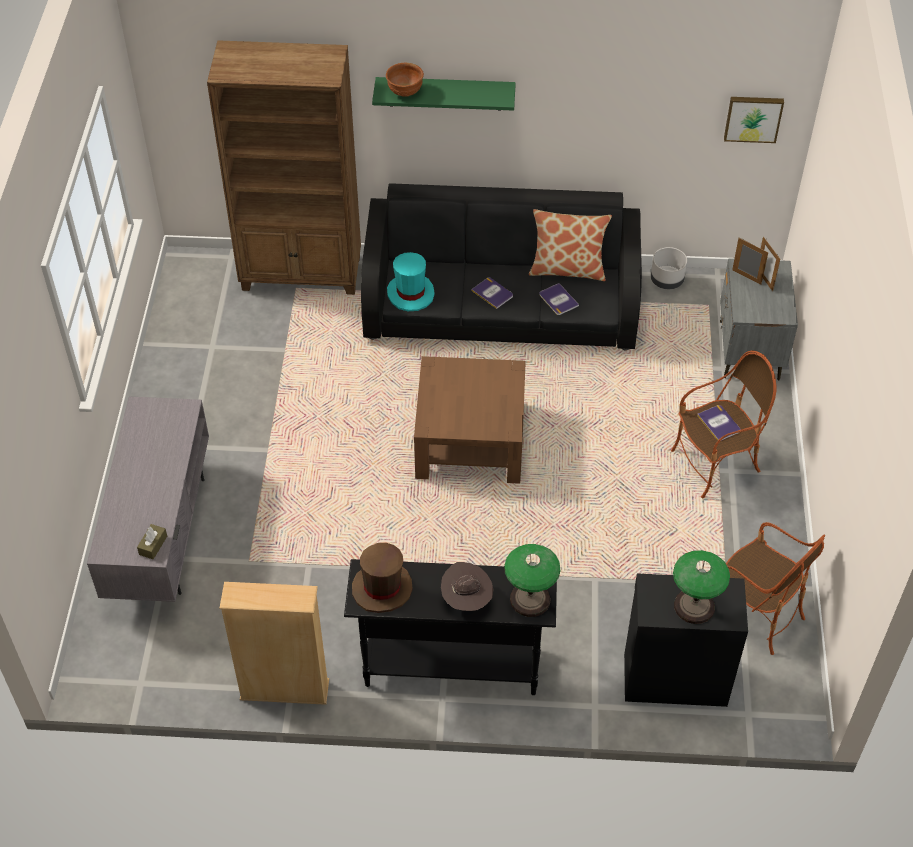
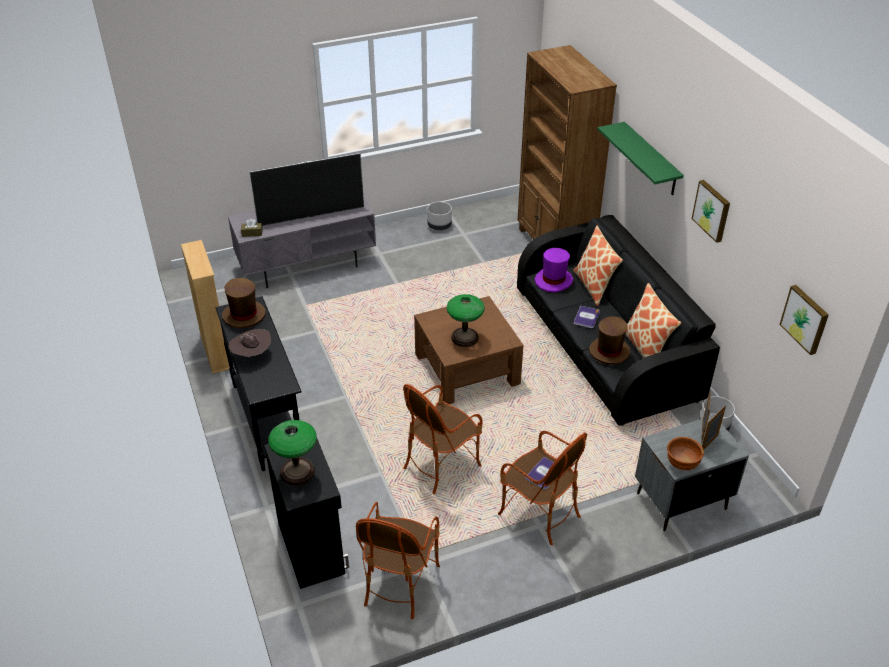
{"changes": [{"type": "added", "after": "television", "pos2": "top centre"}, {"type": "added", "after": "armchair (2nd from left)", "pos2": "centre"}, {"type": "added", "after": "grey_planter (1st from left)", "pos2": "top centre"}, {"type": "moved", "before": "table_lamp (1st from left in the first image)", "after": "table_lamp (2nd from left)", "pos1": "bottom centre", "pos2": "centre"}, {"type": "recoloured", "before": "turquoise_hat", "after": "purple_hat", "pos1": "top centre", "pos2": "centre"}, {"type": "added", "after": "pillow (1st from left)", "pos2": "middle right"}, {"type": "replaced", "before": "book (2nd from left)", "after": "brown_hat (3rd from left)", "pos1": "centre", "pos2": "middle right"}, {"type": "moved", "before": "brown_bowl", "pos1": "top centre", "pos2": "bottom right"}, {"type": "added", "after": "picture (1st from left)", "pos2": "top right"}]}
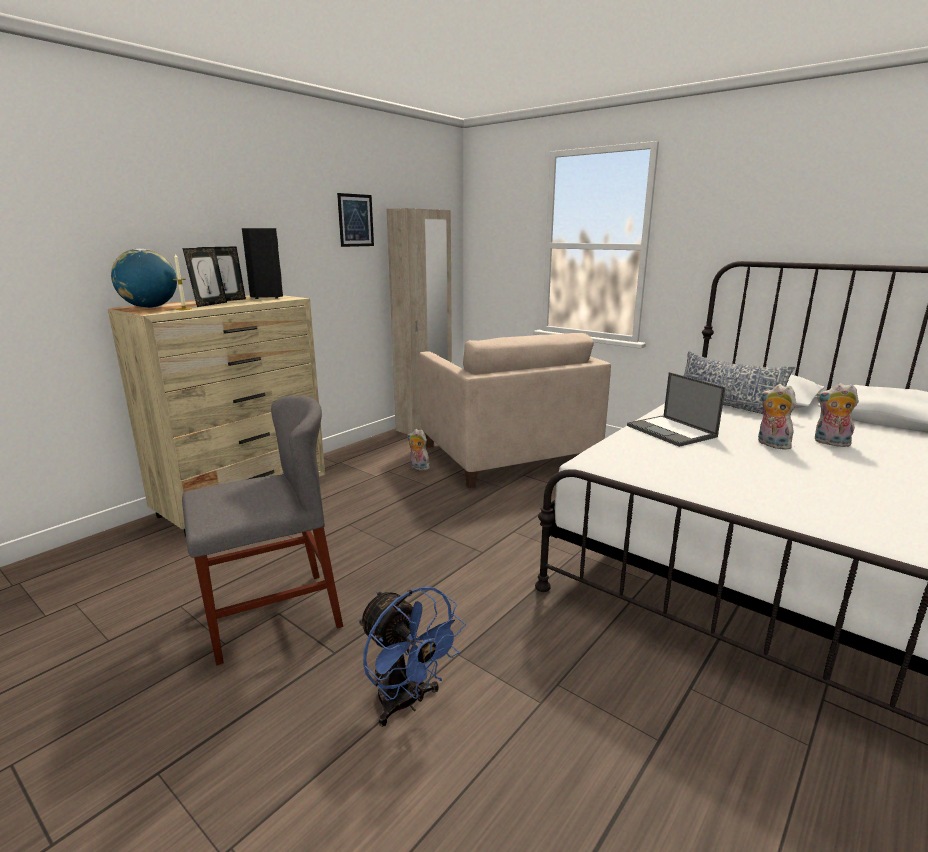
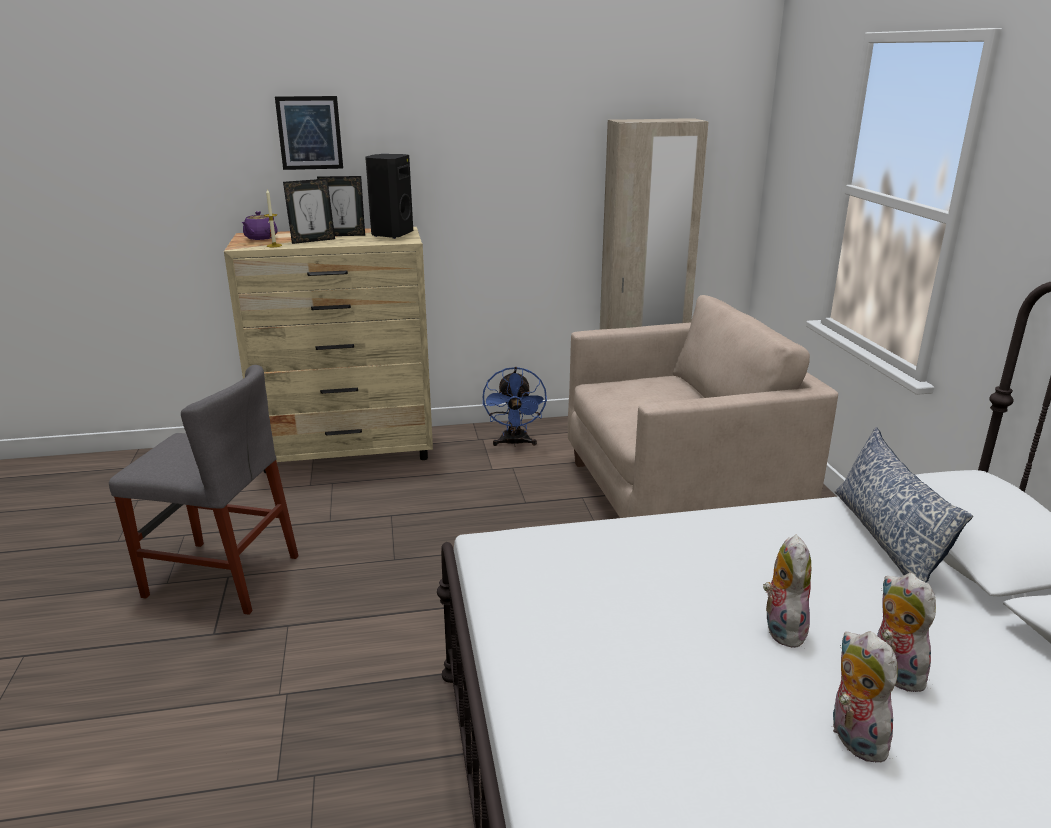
{"changes": [{"type": "replaced", "before": "globe", "after": "purple_teapot", "pos1": "top left", "pos2": "top left"}, {"type": "moved", "before": "picture", "pos1": "top centre", "pos2": "top left"}, {"type": "moved", "before": "blue_fan", "pos1": "bottom centre", "pos2": "centre"}, {"type": "turned", "before": "beige_armchair", "pos1": "centre", "pos2": "middle right", "turn": -120}, {"type": "moved", "before": "plush_toy (1st from left in the first image)", "after": "plush_toy (2nd from left)", "pos1": "centre", "pos2": "bottom right"}, {"type": "removed", "before": "laptop", "pos1": "middle right"}]}
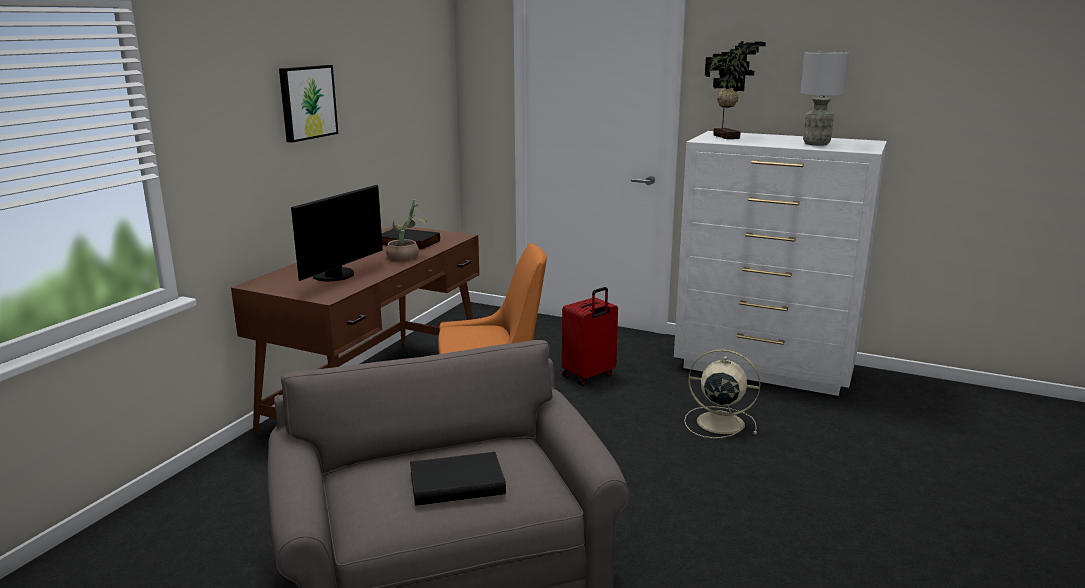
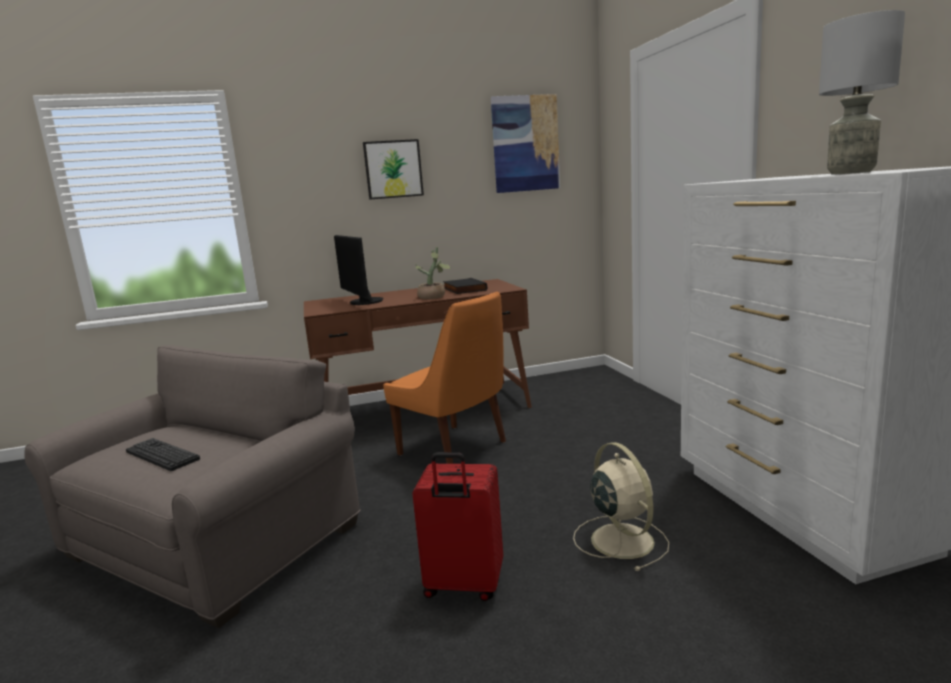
{"changes": [{"type": "replaced", "before": "black_book (2nd from left)", "after": "keyboard", "pos1": "bottom centre", "pos2": "middle left"}, {"type": "turned", "before": "monitor", "pos1": "middle left", "pos2": "centre", "turn": 75}, {"type": "moved", "before": "red_suitcase", "pos1": "centre", "pos2": "bottom centre"}, {"type": "added", "after": "picture (2nd from left)", "pos2": "top centre"}, {"type": "removed", "before": "potted_plant (2nd from left)", "pos1": "top right"}]}
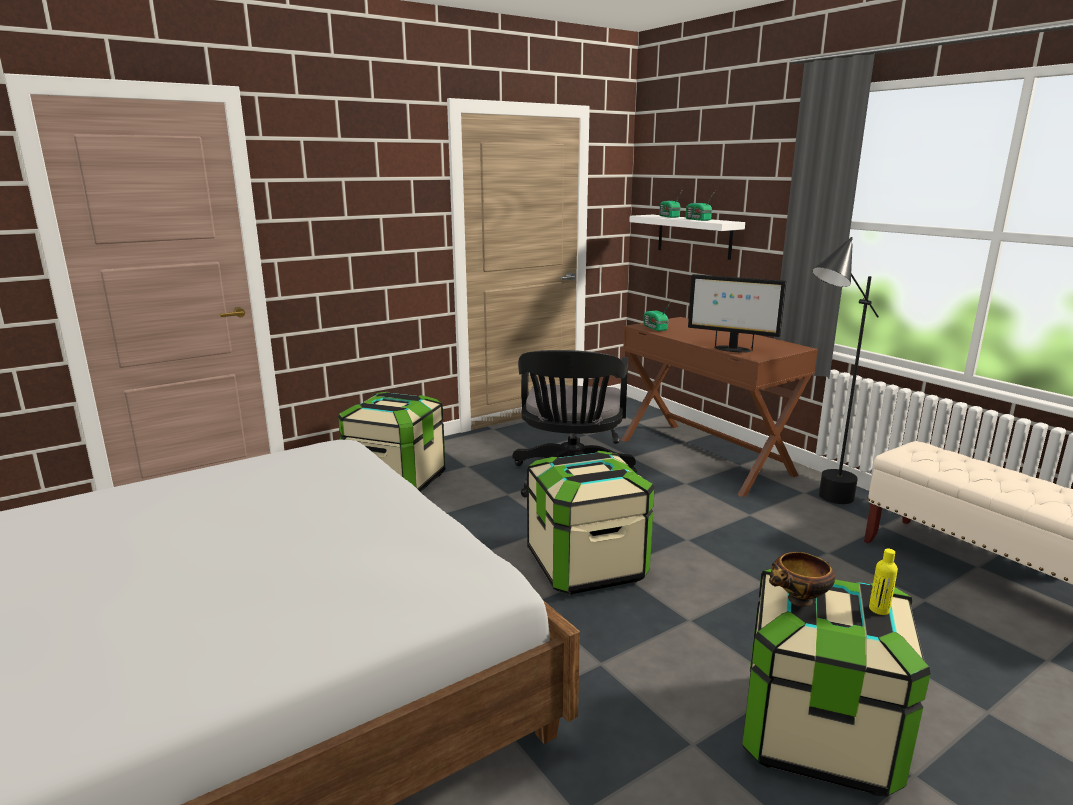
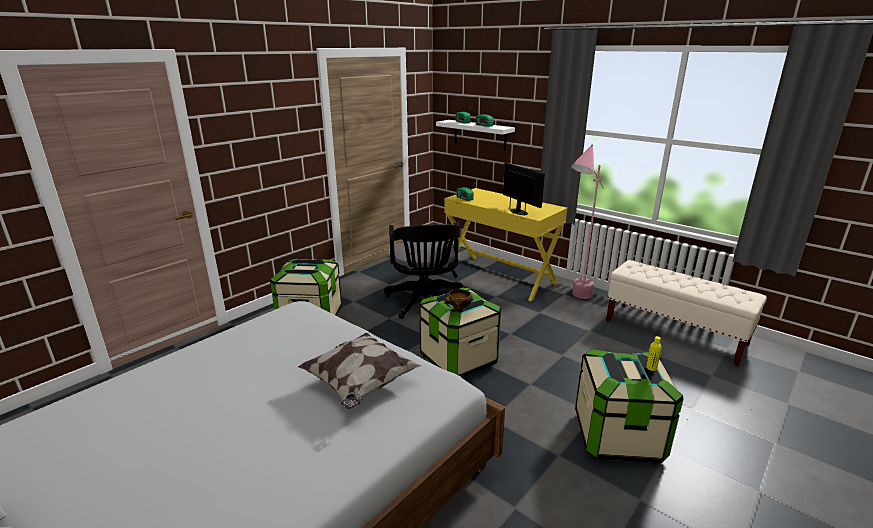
{"changes": [{"type": "added", "after": "pillow", "pos2": "bottom centre"}, {"type": "recoloured", "before": "brown_desk", "after": "yellow_desk", "pos1": "middle right", "pos2": "centre"}, {"type": "moved", "before": "bowl", "pos1": "bottom right", "pos2": "centre"}, {"type": "turned", "before": "monitor", "pos1": "middle right", "pos2": "centre", "turn": -135}, {"type": "recoloured", "before": "black_floor_lamp", "after": "pink_floor_lamp", "pos1": "middle right", "pos2": "middle right"}]}
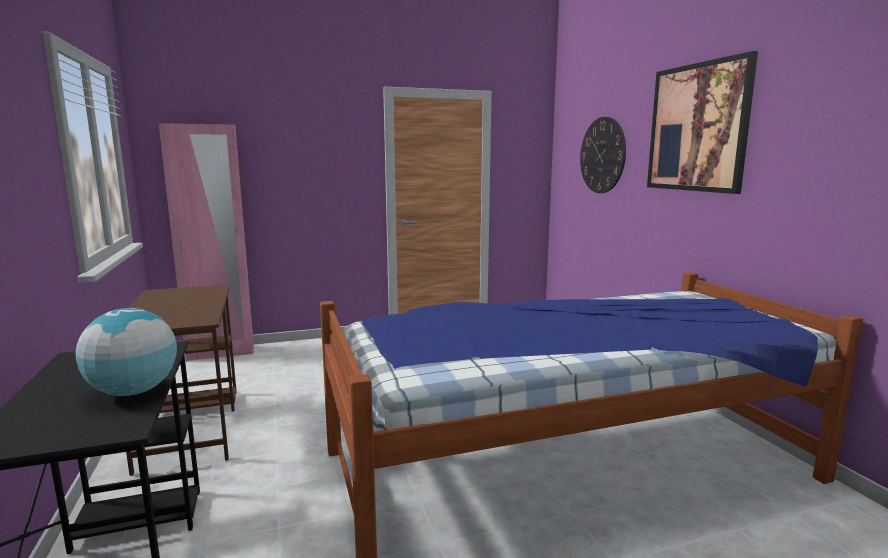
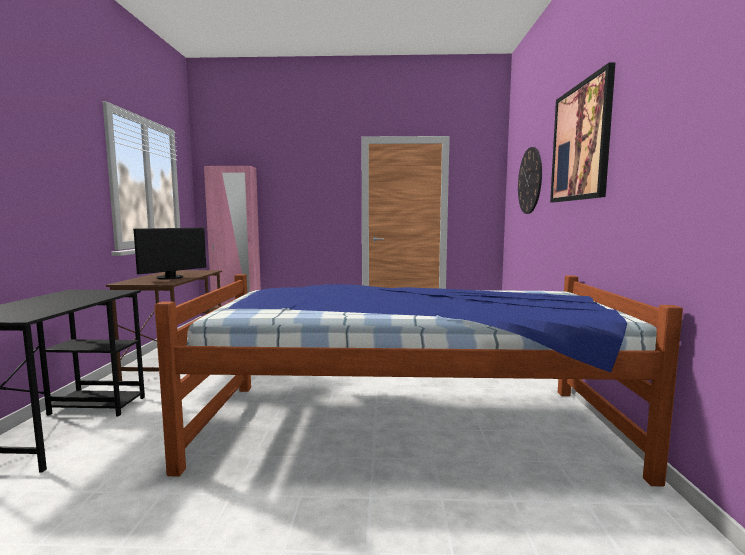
{"changes": [{"type": "added", "after": "monitor", "pos2": "middle left"}, {"type": "removed", "before": "globe", "pos1": "middle left"}]}
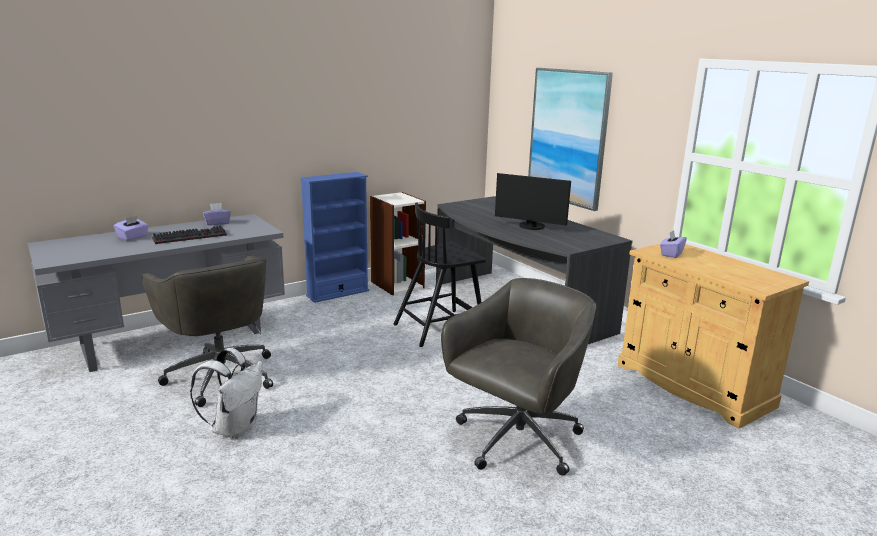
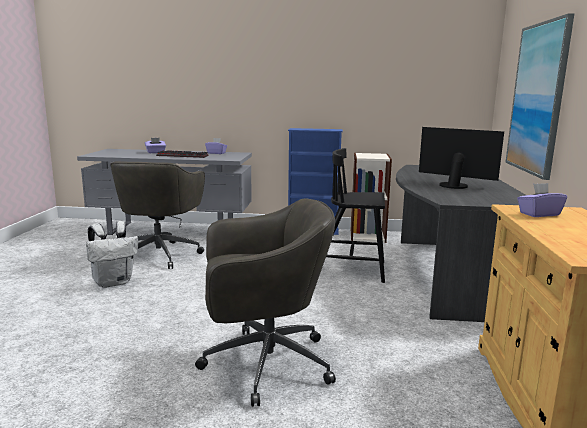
{"changes": [{"type": "turned", "before": "monitor", "pos1": "centre", "pos2": "middle right", "turn": 150}]}
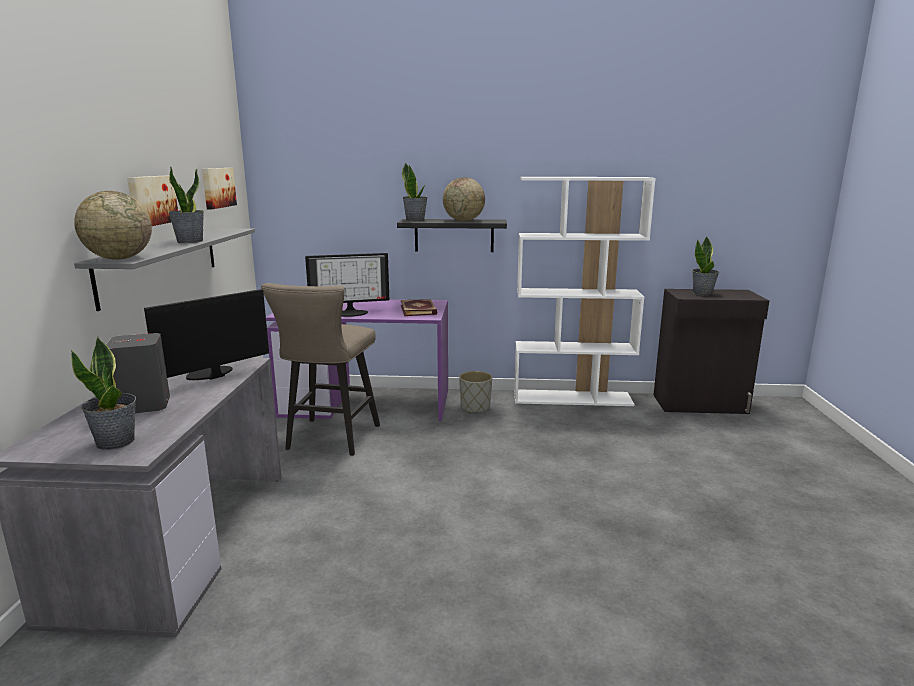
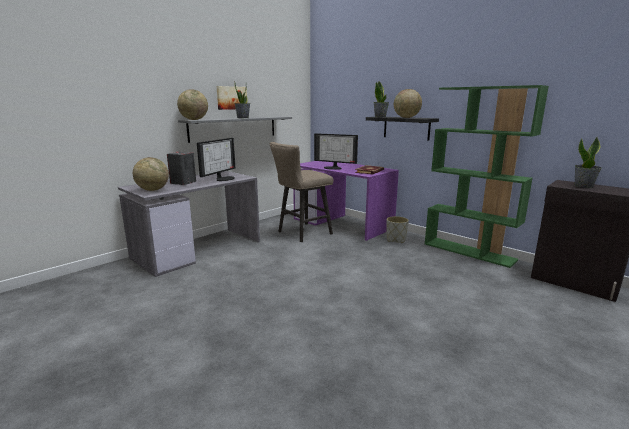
{"changes": [{"type": "replaced", "before": "potted_plant (1st from left)", "after": "globe (1st from left)", "pos1": "middle left", "pos2": "middle left"}, {"type": "turned", "before": "monitor (1st from left)", "pos1": "middle left", "pos2": "centre", "turn": 120}, {"type": "recoloured", "before": "white_bookcase", "after": "green_bookcase", "pos1": "centre", "pos2": "middle right"}, {"type": "removed", "before": "picture (2nd from left)", "pos1": "top left"}]}
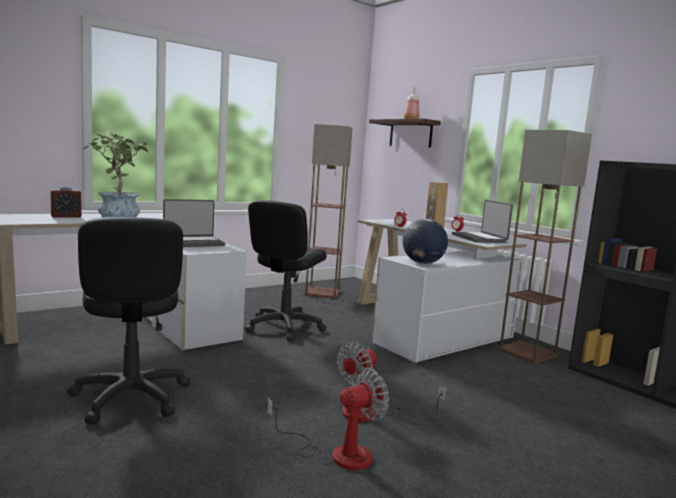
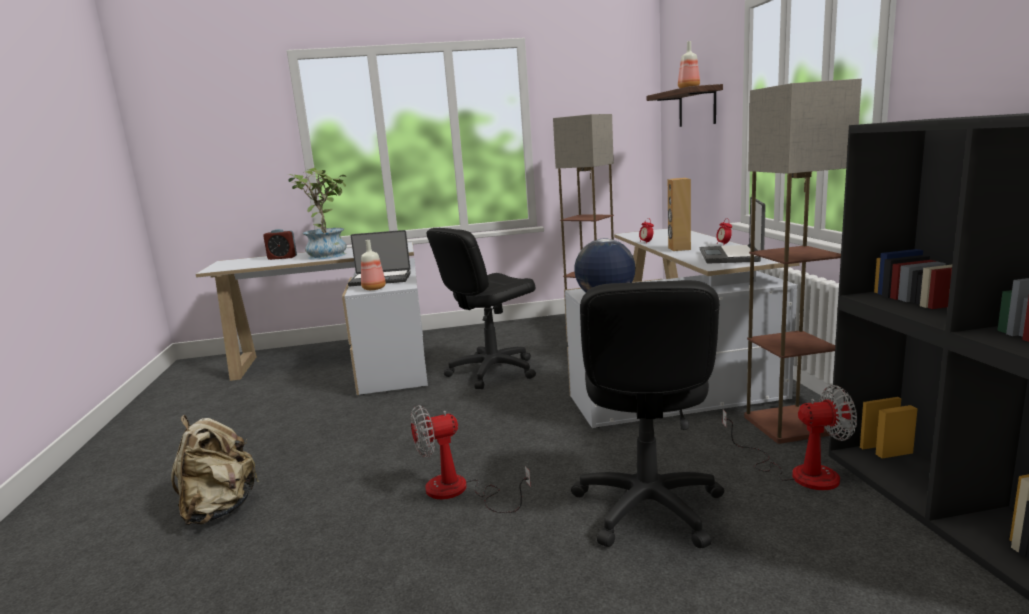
{"changes": [{"type": "added", "after": "beige_backpack", "pos2": "bottom left"}, {"type": "added", "after": "bottle (1st from left)", "pos2": "centre"}, {"type": "moved", "before": "black_office_chair (1st from left in the first image)", "after": "black_office_chair (2nd from left)", "pos1": "middle left", "pos2": "bottom centre"}, {"type": "moved", "before": "fan (1st from left in the first image)", "after": "fan (2nd from left)", "pos1": "bottom centre", "pos2": "bottom right"}]}
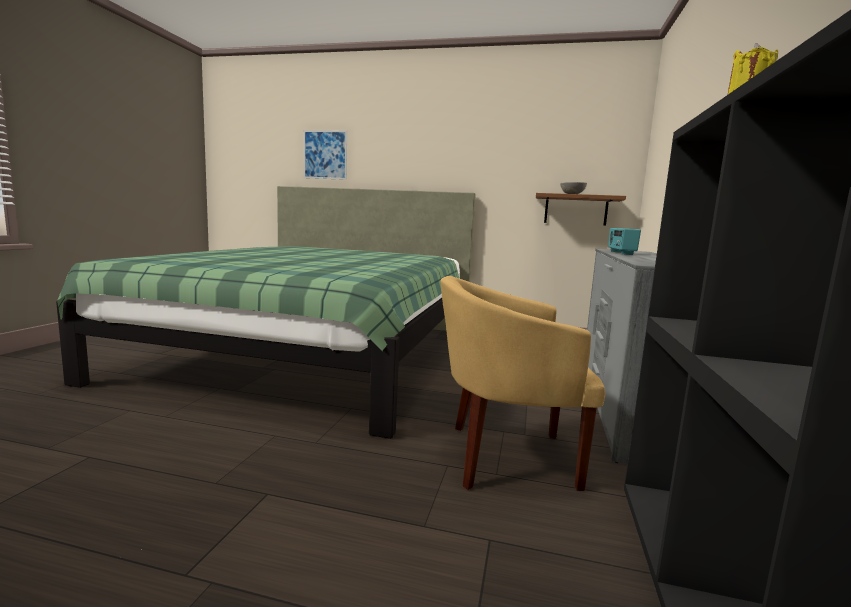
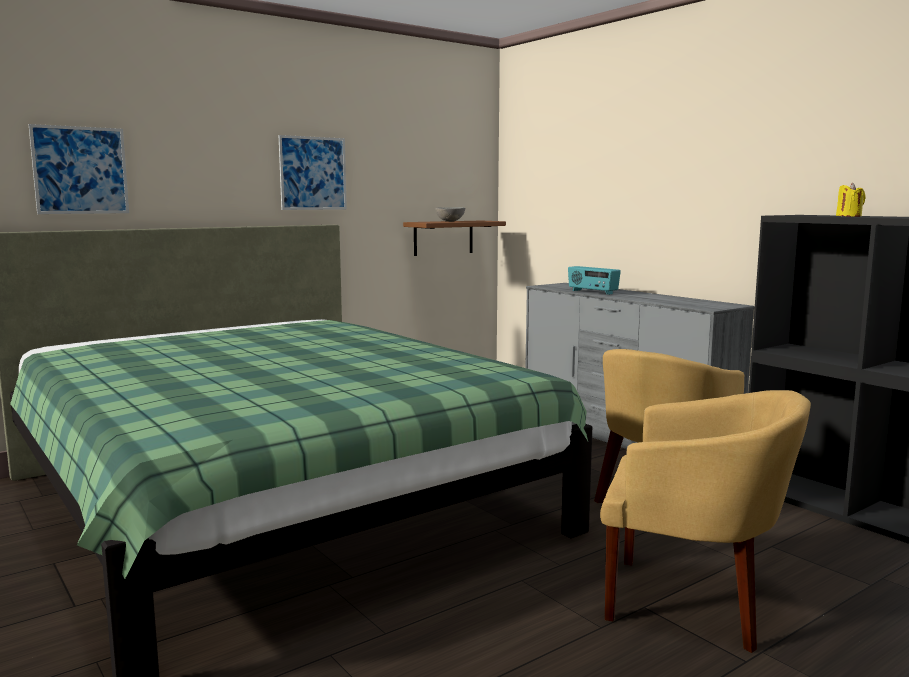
{"changes": [{"type": "added", "after": "picture (2nd from left)", "pos2": "top centre"}, {"type": "added", "after": "yellow_armchair (2nd from left)", "pos2": "bottom right"}]}
